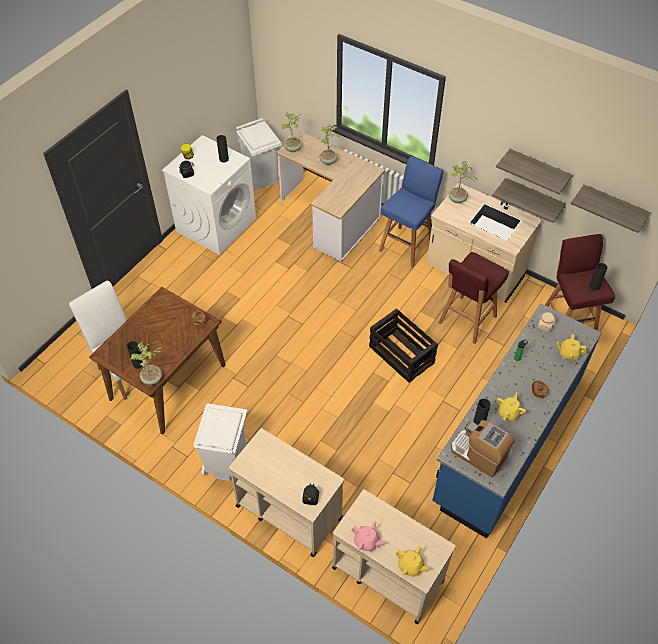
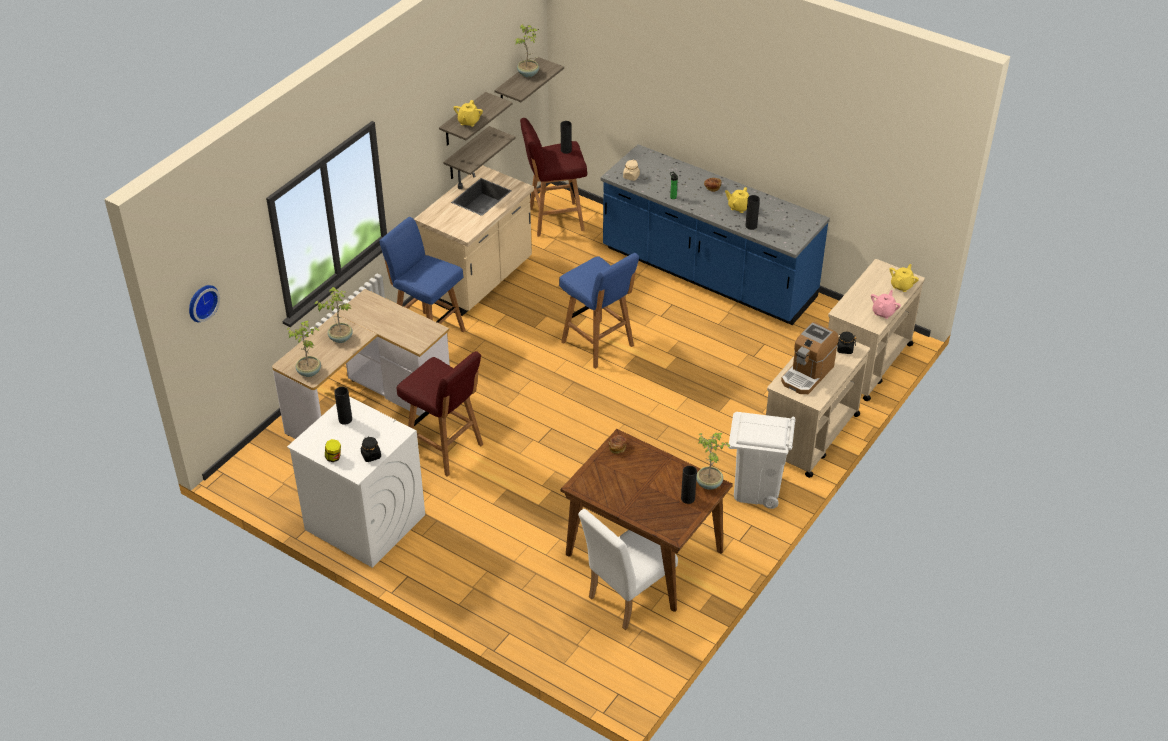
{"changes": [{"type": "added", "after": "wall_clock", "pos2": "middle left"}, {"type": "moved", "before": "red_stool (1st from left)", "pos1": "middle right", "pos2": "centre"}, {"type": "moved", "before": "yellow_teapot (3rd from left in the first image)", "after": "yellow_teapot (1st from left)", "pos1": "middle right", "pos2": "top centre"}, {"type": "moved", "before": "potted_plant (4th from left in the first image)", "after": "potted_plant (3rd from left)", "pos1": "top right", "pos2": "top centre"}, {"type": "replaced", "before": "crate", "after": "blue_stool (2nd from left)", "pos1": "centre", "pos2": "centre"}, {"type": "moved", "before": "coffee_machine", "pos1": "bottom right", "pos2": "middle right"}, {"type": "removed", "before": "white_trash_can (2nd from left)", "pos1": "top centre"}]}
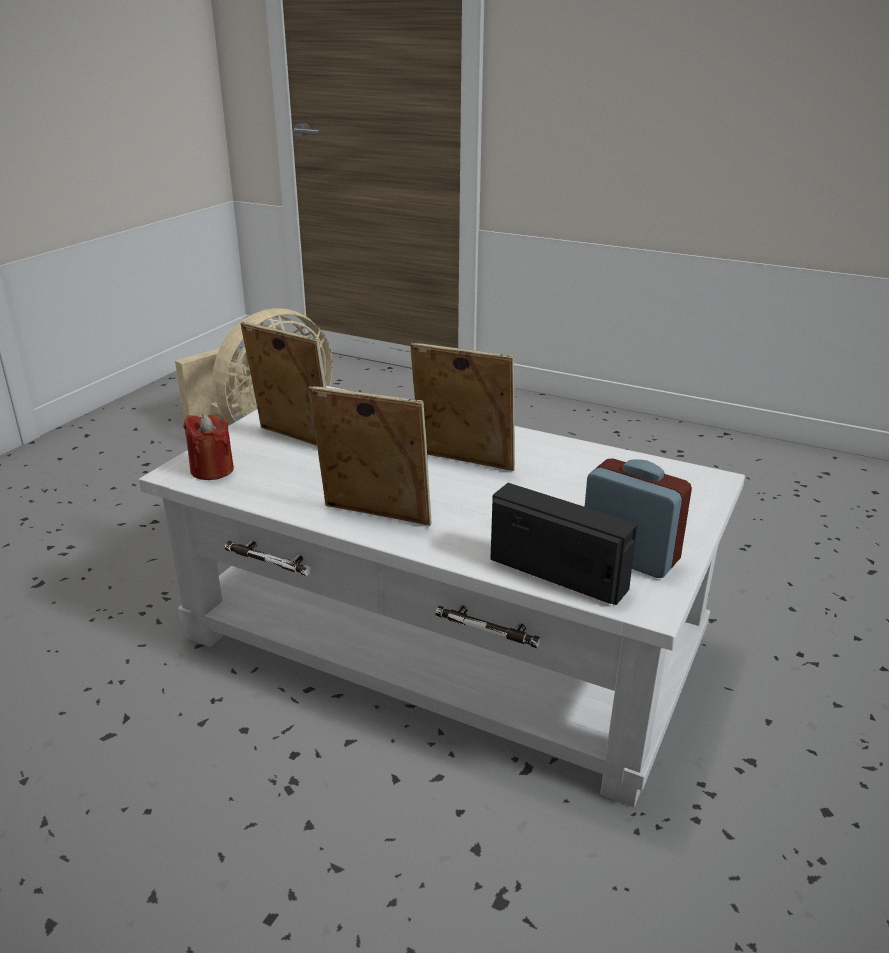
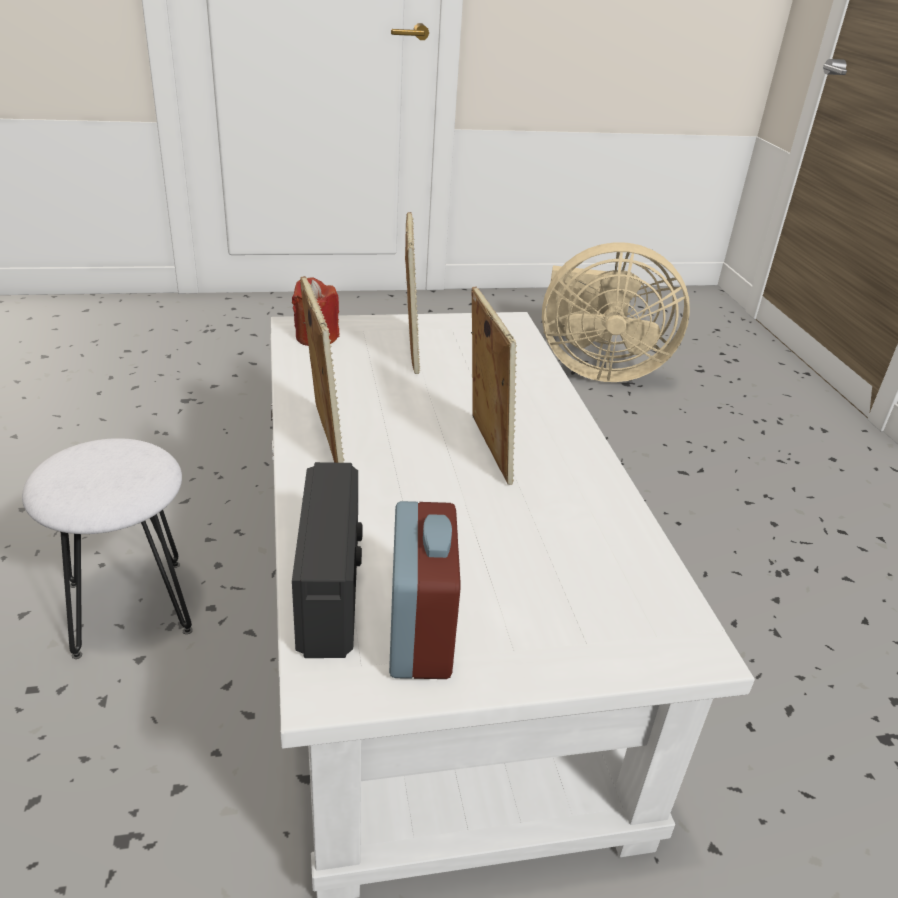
{"changes": [{"type": "added", "after": "white_stool", "pos2": "middle left"}]}
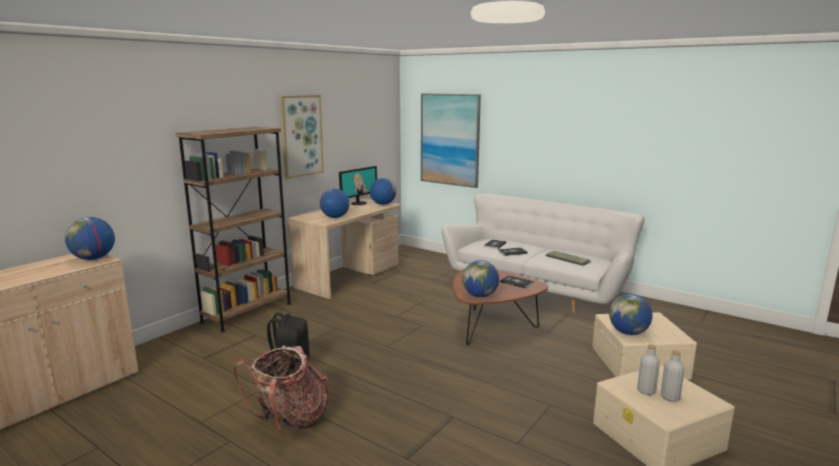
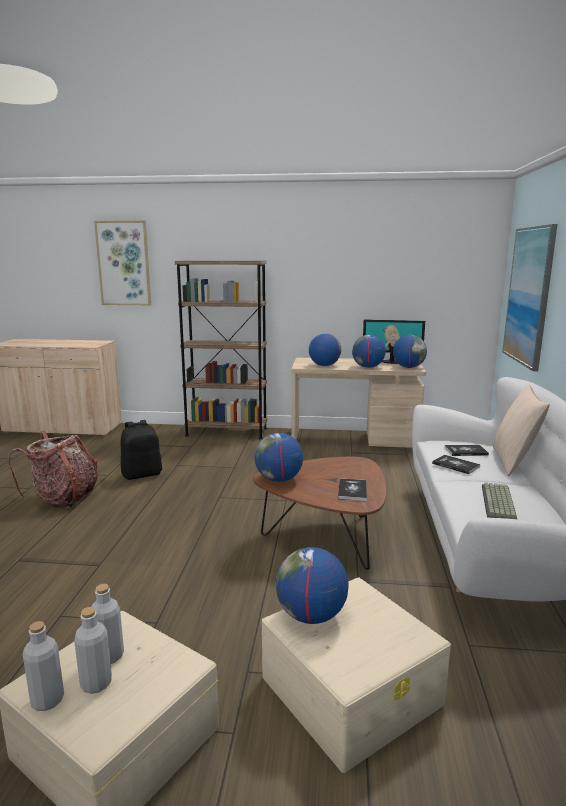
{"changes": [{"type": "added", "after": "grey_bottle (1st from left)", "pos2": "bottom left"}, {"type": "moved", "before": "picture (1st from left)", "pos1": "top centre", "pos2": "top left"}, {"type": "moved", "before": "globe (1st from left in the first image)", "after": "globe (4th from left)", "pos1": "middle left", "pos2": "centre"}, {"type": "added", "after": "beige_pillow", "pos2": "middle right"}]}
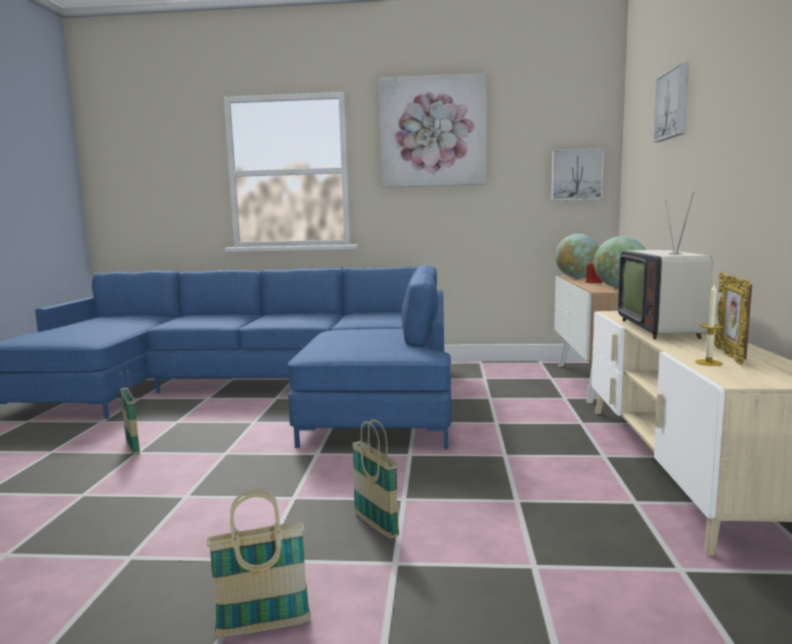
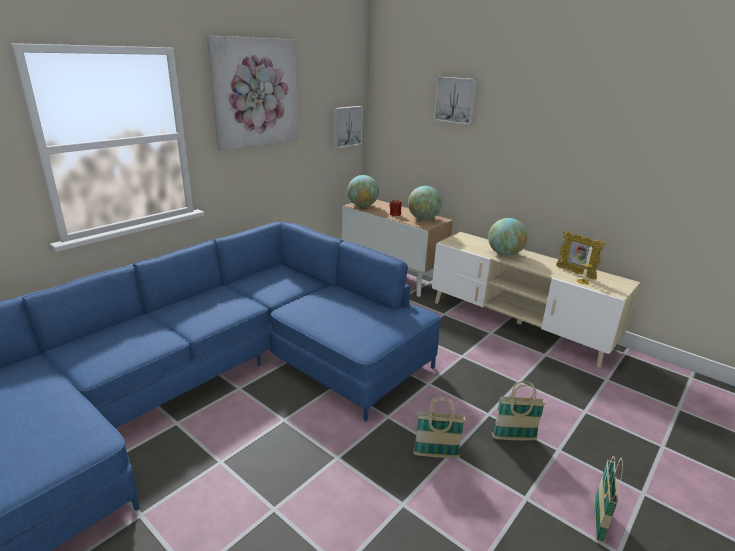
{"changes": [{"type": "moved", "before": "basket (1st from left)", "pos1": "middle left", "pos2": "bottom centre"}, {"type": "replaced", "before": "television", "after": "globe (3rd from left)", "pos1": "middle right", "pos2": "middle right"}]}
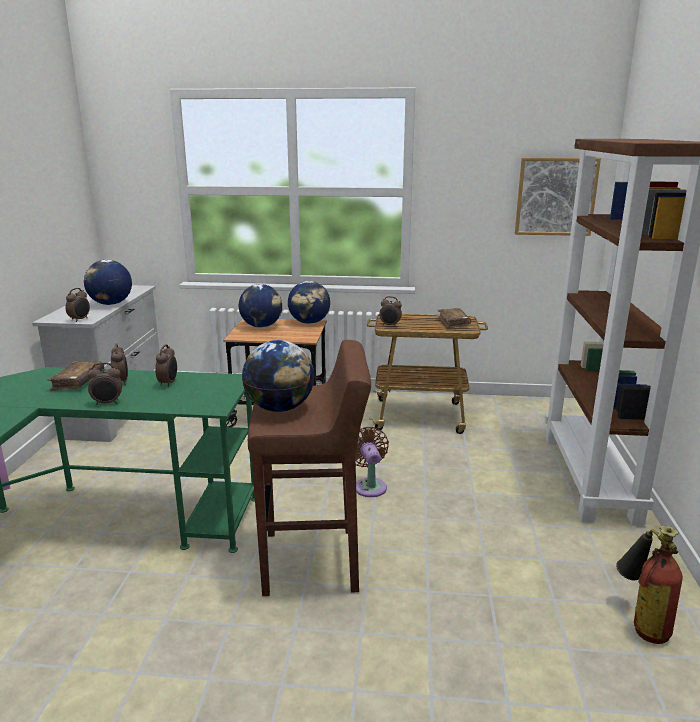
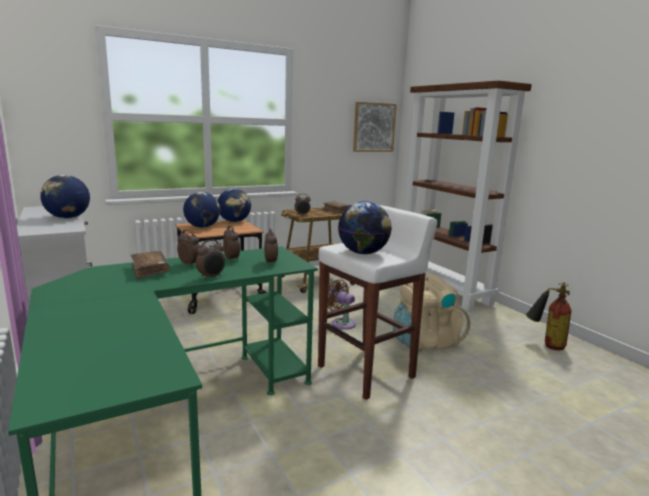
{"changes": [{"type": "moved", "before": "alarm_clock (1st from left in the first image)", "after": "alarm_clock (4th from left)", "pos1": "middle left", "pos2": "centre"}, {"type": "recoloured", "before": "brown_stool", "after": "white_stool", "pos1": "centre", "pos2": "centre"}, {"type": "added", "after": "beige_backpack", "pos2": "centre"}]}
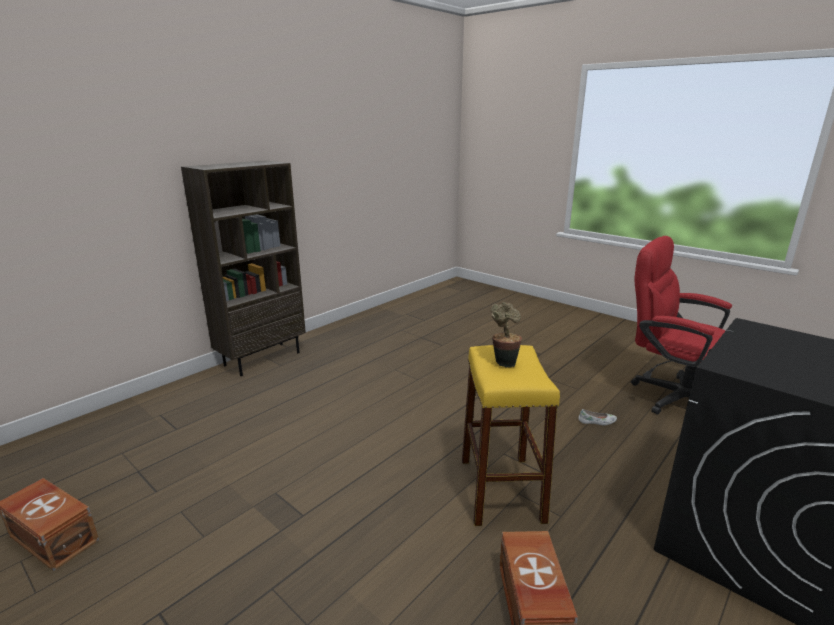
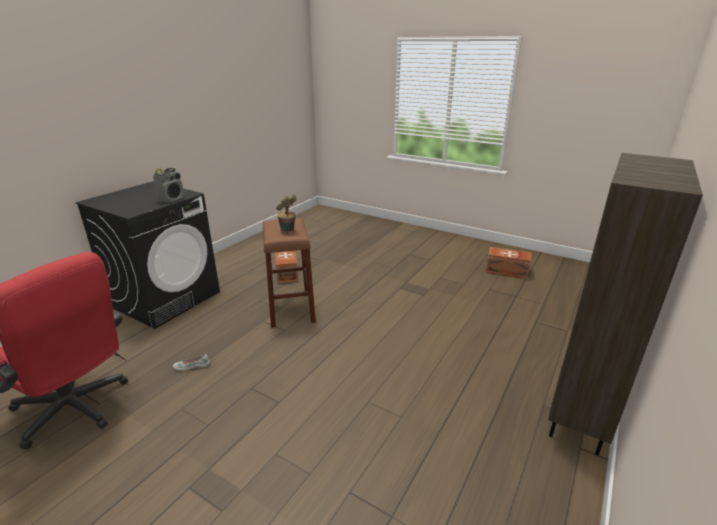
{"changes": [{"type": "added", "after": "radio", "pos2": "middle left"}, {"type": "recoloured", "before": "yellow_stool", "after": "brown_stool", "pos1": "bottom centre", "pos2": "centre"}]}
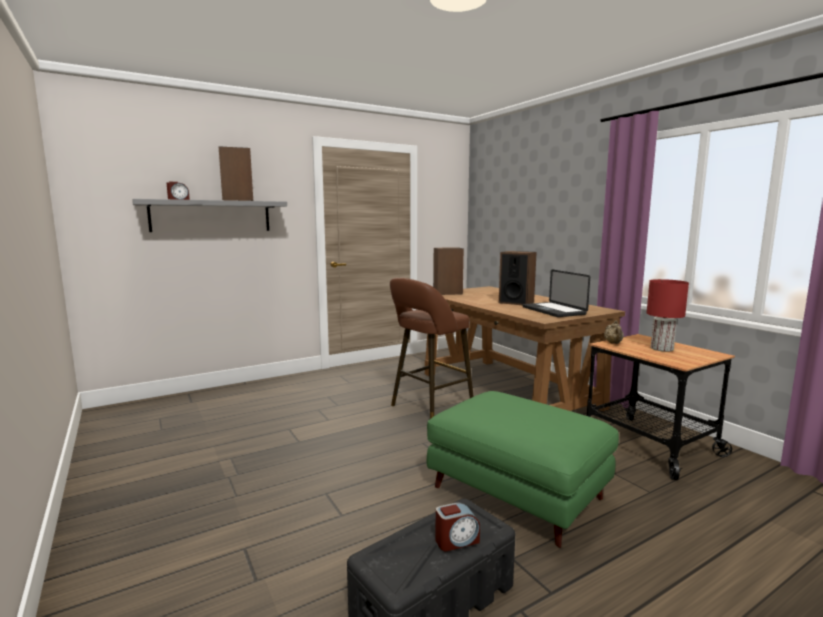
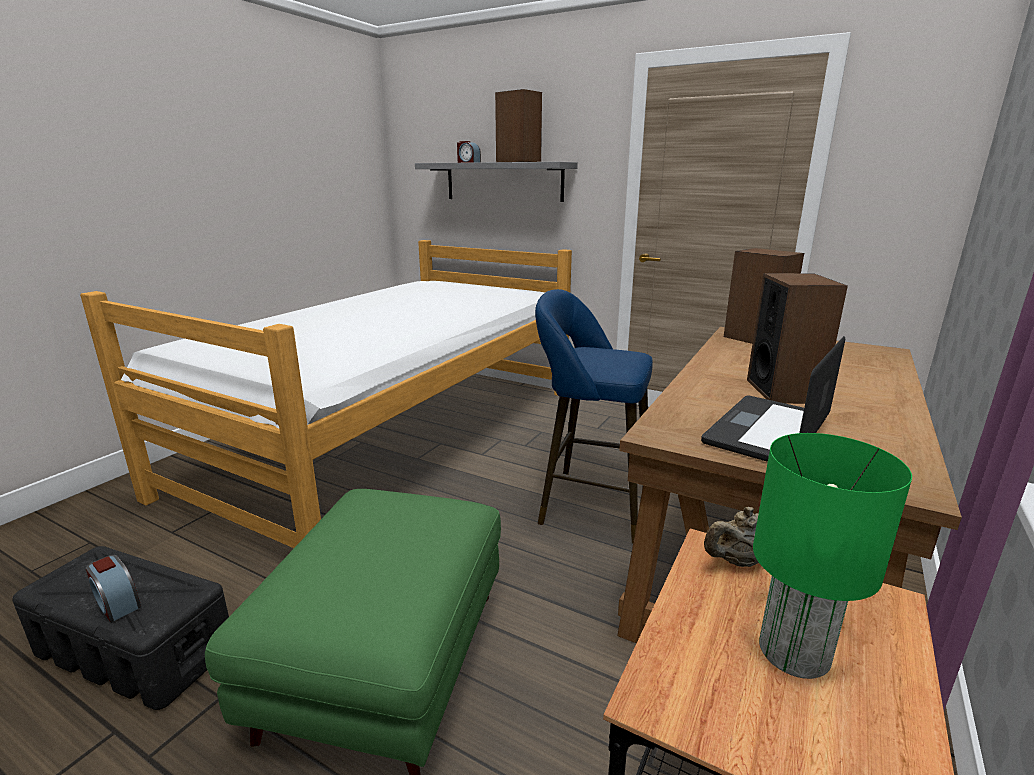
{"changes": [{"type": "added", "after": "bed", "pos2": "middle left"}, {"type": "recoloured", "before": "brown_stool", "after": "blue_stool", "pos1": "centre", "pos2": "centre"}, {"type": "recoloured", "before": "red_table_lamp", "after": "green_table_lamp", "pos1": "middle right", "pos2": "bottom right"}]}
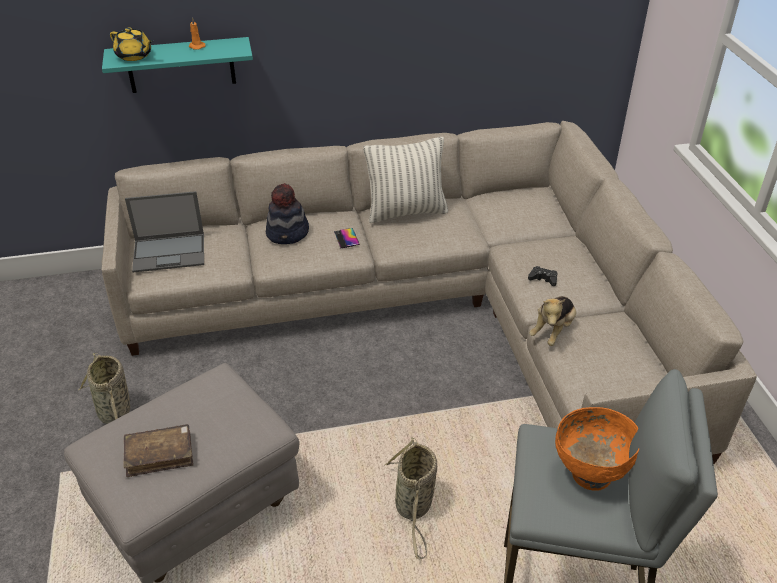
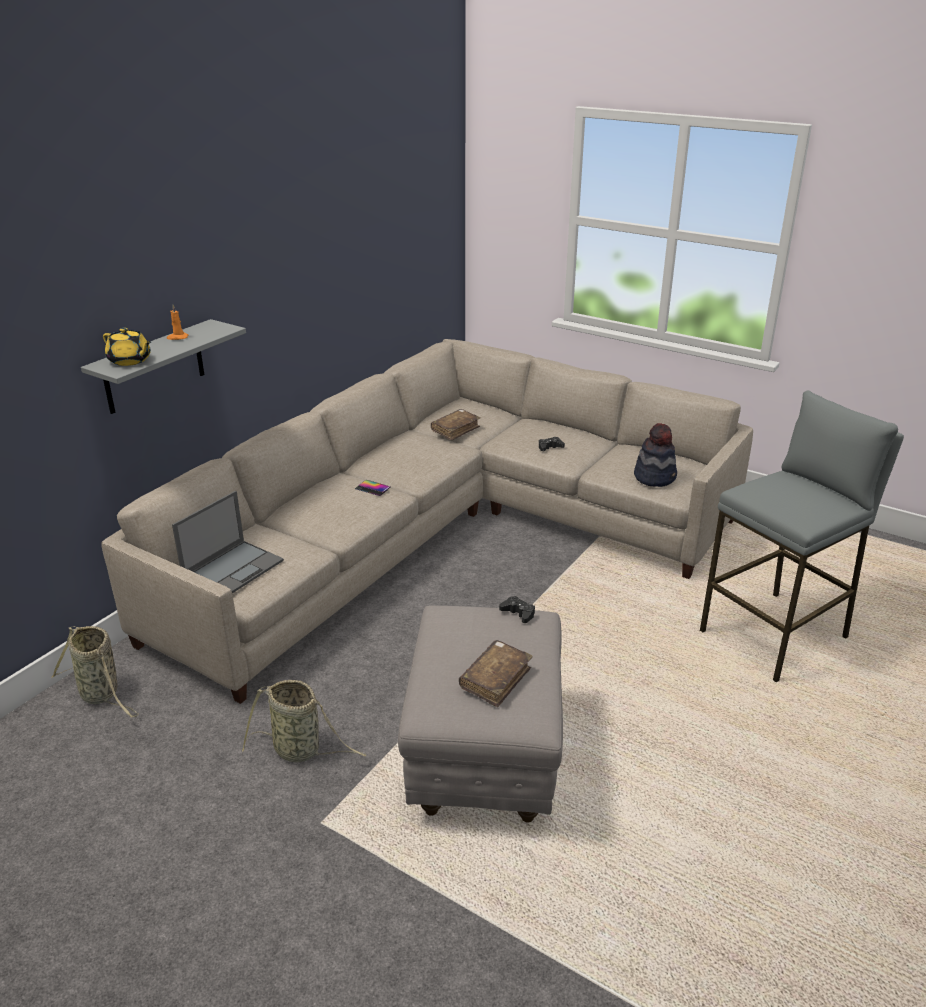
{"changes": [{"type": "moved", "before": "basket (2nd from left in the first image)", "after": "basket (1st from left)", "pos1": "bottom centre", "pos2": "bottom left"}, {"type": "recoloured", "before": "turquoise_shelf", "after": "grey_shelf", "pos1": "top left", "pos2": "middle left"}, {"type": "turned", "before": "yellow_teapot", "pos1": "top left", "pos2": "middle left", "turn": 45}, {"type": "added", "after": "brown_book (1st from left)", "pos2": "centre"}, {"type": "added", "after": "black_game_controller (1st from left)", "pos2": "centre"}, {"type": "moved", "before": "hat", "pos1": "centre", "pos2": "middle right"}, {"type": "removed", "before": "pillow", "pos1": "top centre"}, {"type": "removed", "before": "plush_toy", "pos1": "middle right"}, {"type": "removed", "before": "orange_bowl", "pos1": "bottom right"}]}
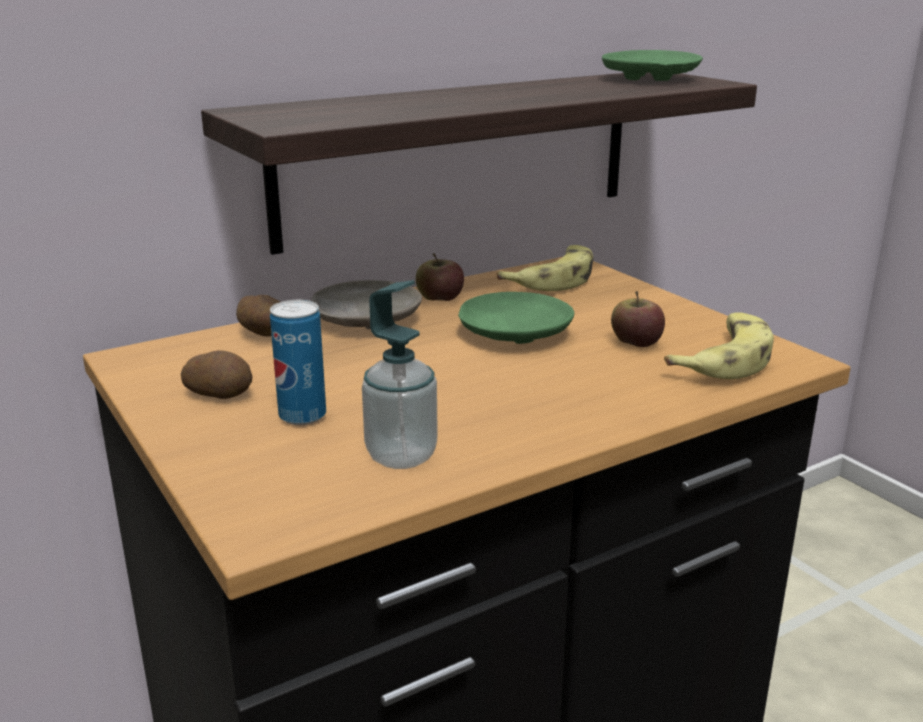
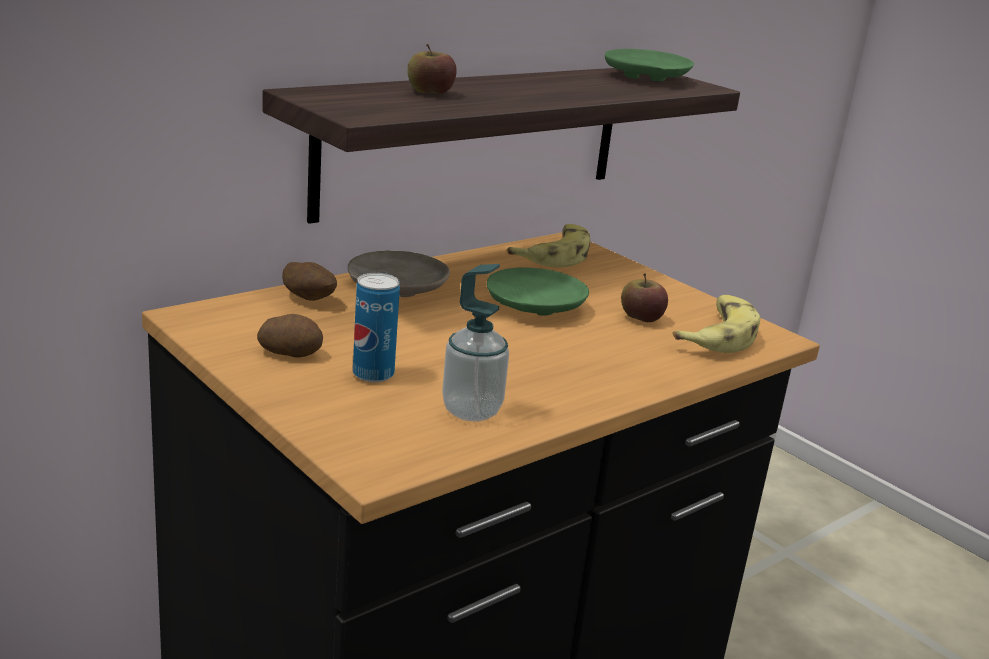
{"changes": [{"type": "moved", "before": "apple (1st from left)", "pos1": "centre", "pos2": "top centre"}]}
